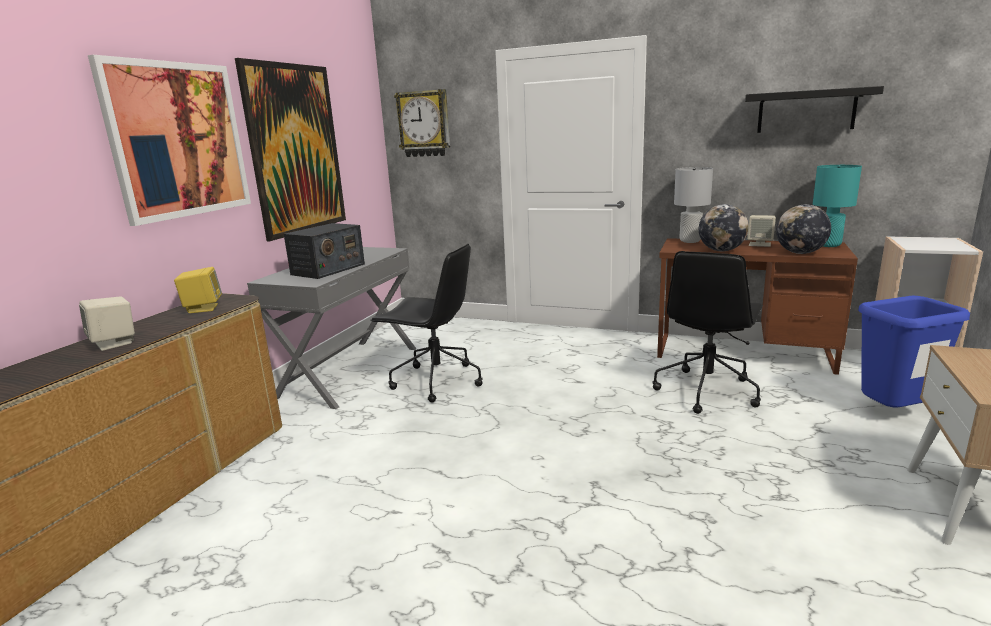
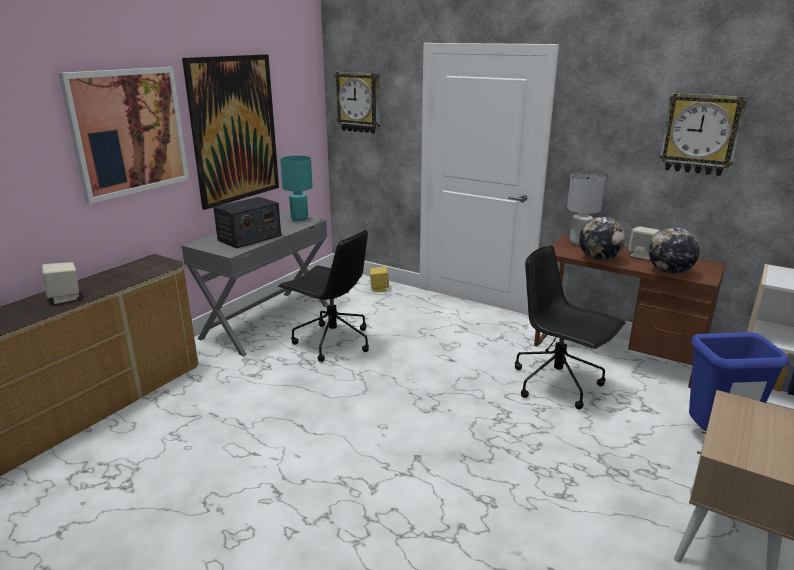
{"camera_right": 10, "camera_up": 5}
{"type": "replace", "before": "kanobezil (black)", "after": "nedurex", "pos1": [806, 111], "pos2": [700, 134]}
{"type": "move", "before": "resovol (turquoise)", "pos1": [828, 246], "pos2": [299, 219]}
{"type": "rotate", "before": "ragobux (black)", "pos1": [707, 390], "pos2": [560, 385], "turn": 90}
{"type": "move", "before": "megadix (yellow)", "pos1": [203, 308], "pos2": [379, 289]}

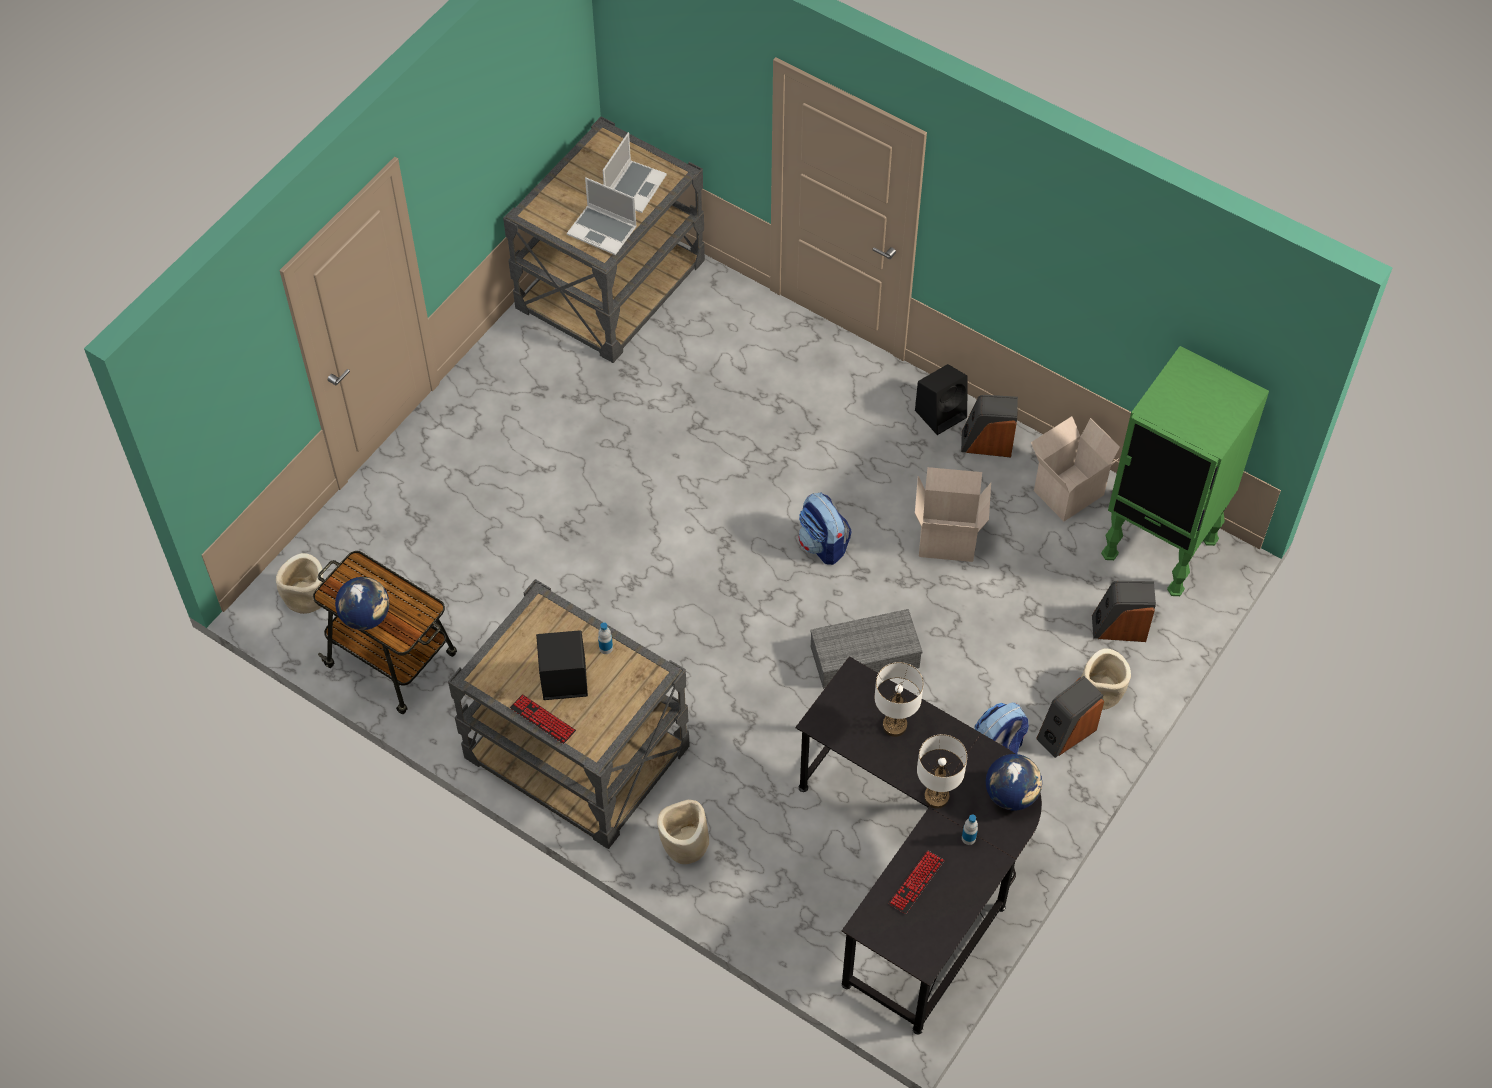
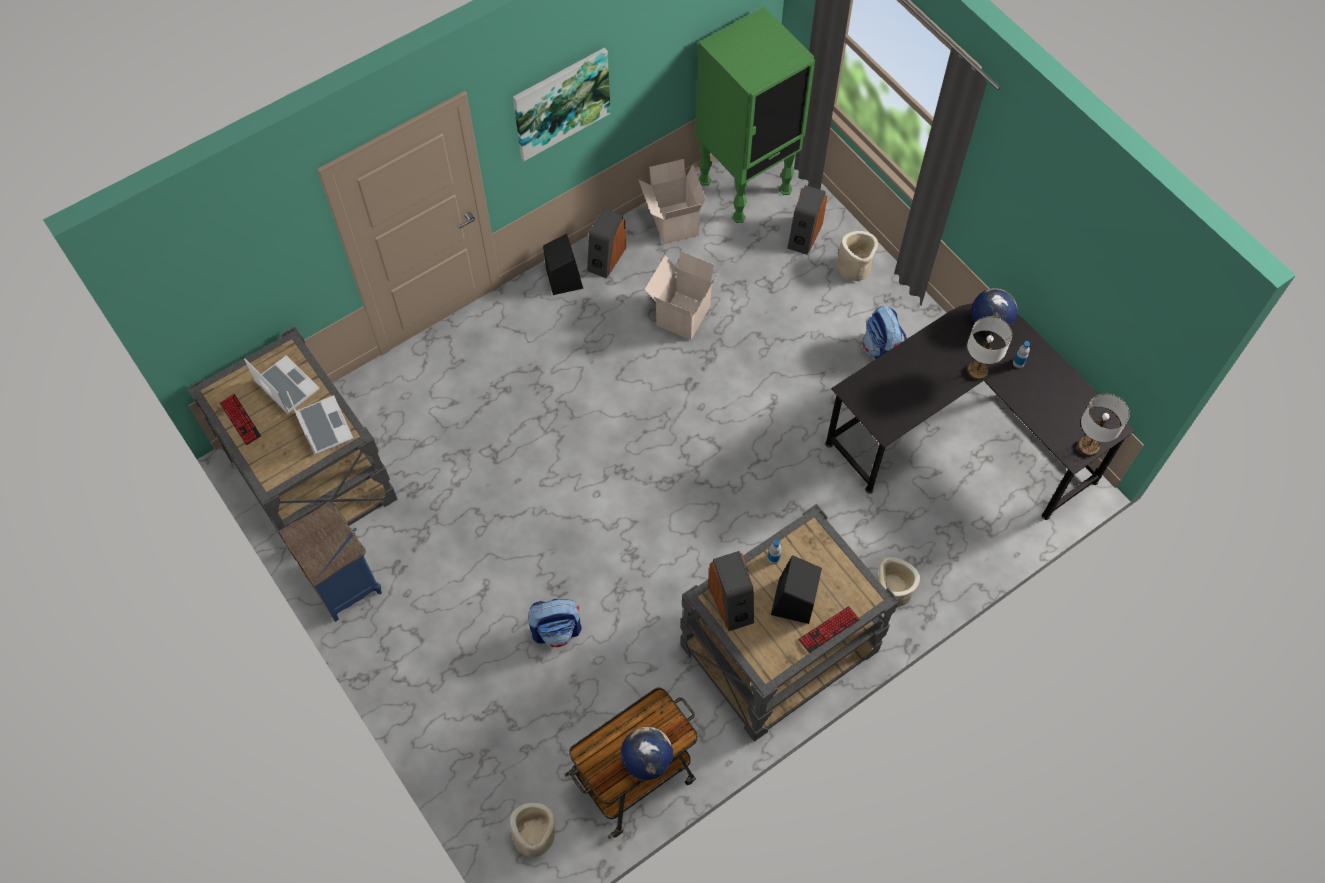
{"camera_right": -70, "camera_up": 5}
{"type": "rotate", "before": "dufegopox", "pos1": [603, 231], "pos2": [323, 426], "turn": -75}
{"type": "move", "before": "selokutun", "pos1": [823, 545], "pos2": [557, 630]}
{"type": "delete", "before": "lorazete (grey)", "pos1": [866, 656]}
{"type": "move", "before": "resovol", "pos1": [894, 725], "pos2": [1087, 447]}
{"type": "move", "before": "megadix", "pos1": [1066, 733], "pos2": [732, 603]}
{"type": "move", "before": "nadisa", "pos1": [916, 882], "pos2": [240, 420]}
{"type": "insert", "after": "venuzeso", "pos2": [561, 103]}
{"type": "insert", "after": "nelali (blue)", "pos2": [344, 582]}

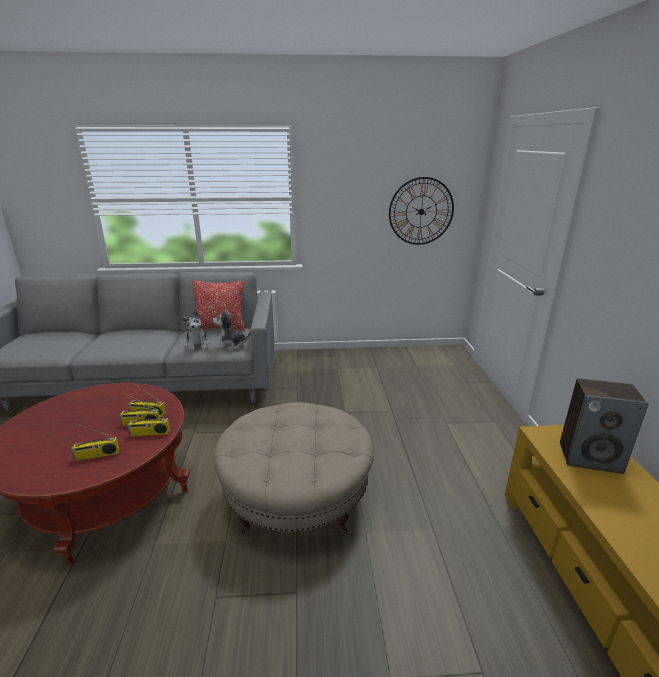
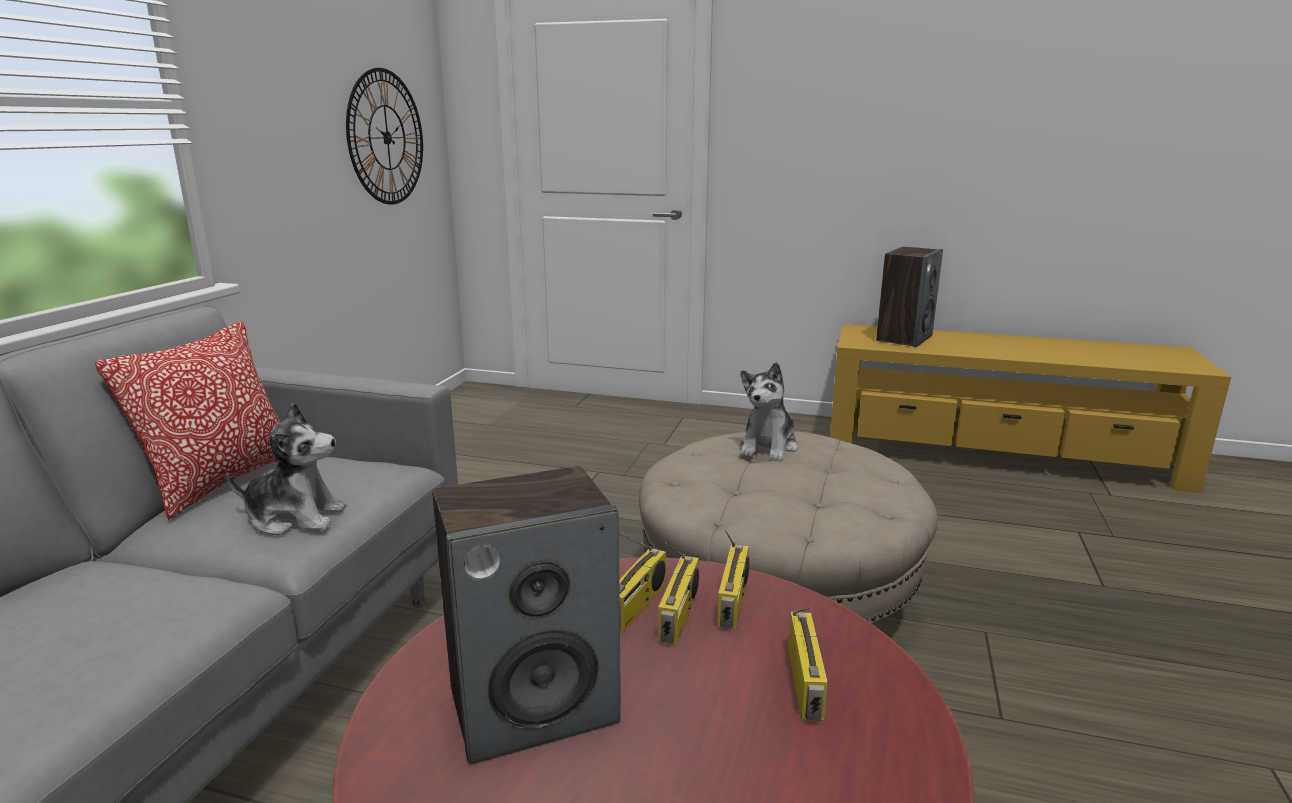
{"camera_right": -70, "camera_up": -5}
{"type": "move", "before": "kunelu", "pos1": [231, 345], "pos2": [768, 447]}
{"type": "insert", "after": "megadix", "pos2": [534, 706]}

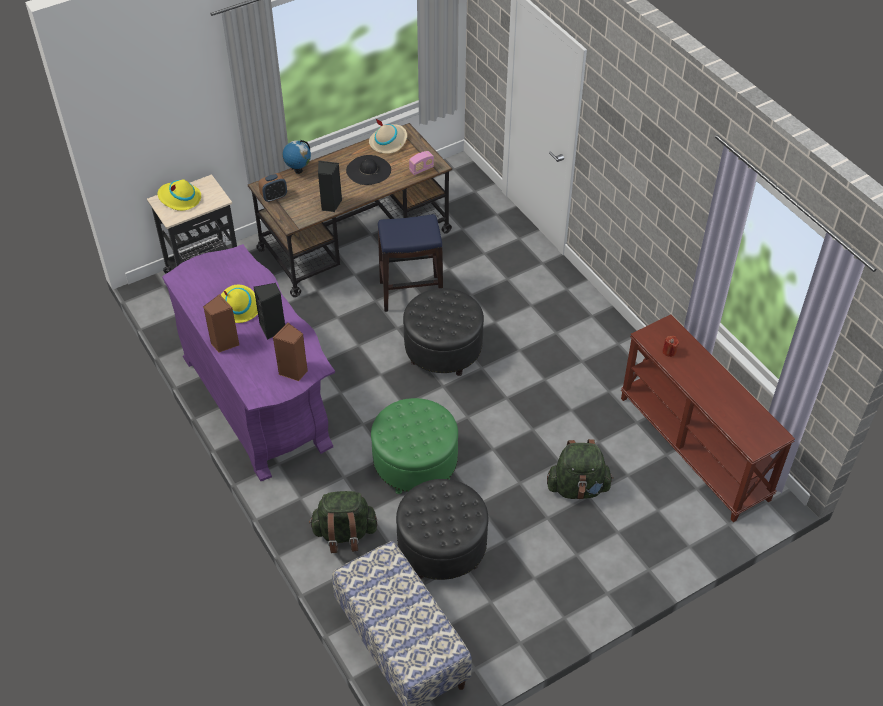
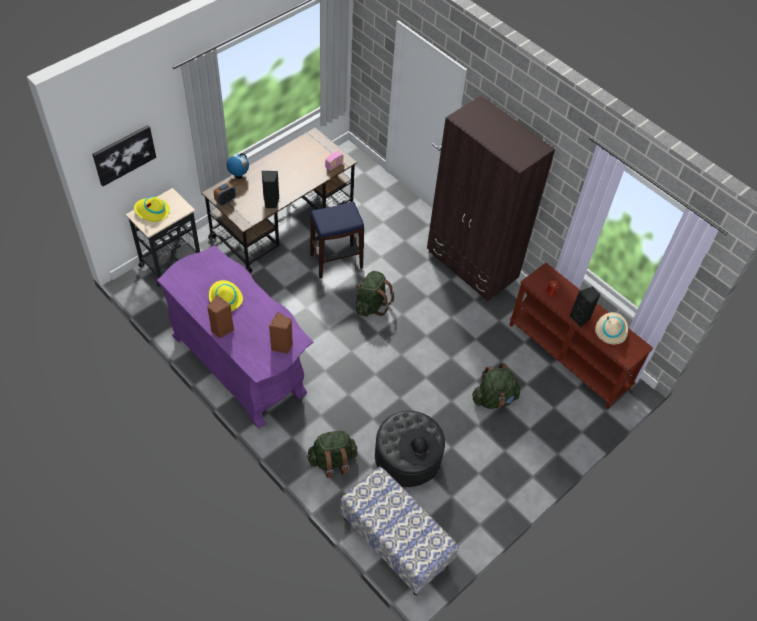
{"camera_right": -15, "camera_up": 5}
{"type": "move", "before": "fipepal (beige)", "pos1": [388, 141], "pos2": [611, 330]}
{"type": "move", "before": "fipepal (black)", "pos1": [368, 170], "pos2": [418, 447]}
{"type": "move", "before": "megadix (black)", "pos1": [273, 329], "pos2": [580, 318]}
{"type": "replace", "before": "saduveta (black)", "after": "selokutun (green)", "pos1": [443, 351], "pos2": [371, 305]}
{"type": "delete", "before": "saduveta (green)", "pos1": [415, 465]}
{"type": "insert", "after": "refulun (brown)", "pos2": [471, 266]}
{"type": "insert", "after": "venuzeso", "pos2": [124, 154]}

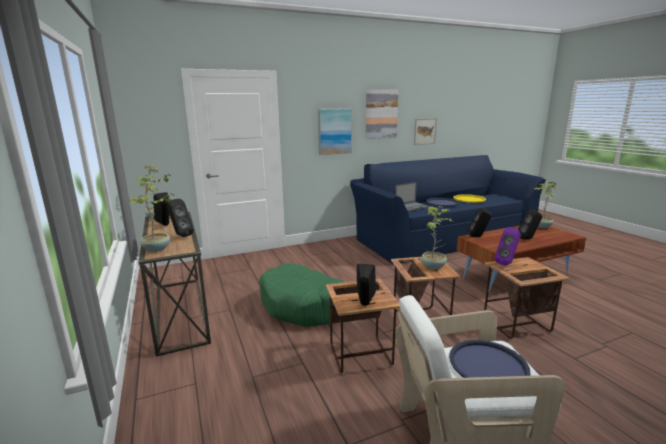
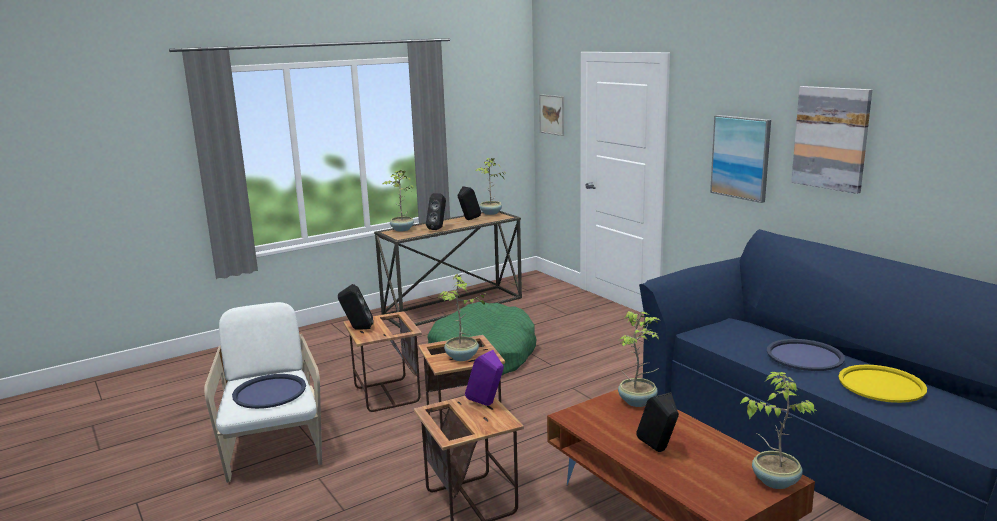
{"camera_right": 80, "camera_up": 0}
{"type": "move", "before": "venuzeso", "pos1": [424, 131], "pos2": [552, 114]}
{"type": "delete", "before": "dufegopox", "pos1": [412, 206]}
{"type": "replace", "before": "megadix (black)", "after": "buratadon", "pos1": [478, 236], "pos2": [638, 402]}

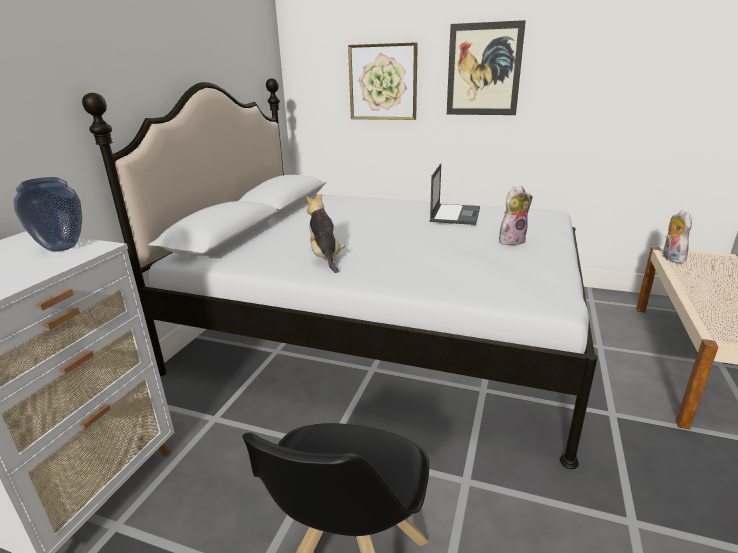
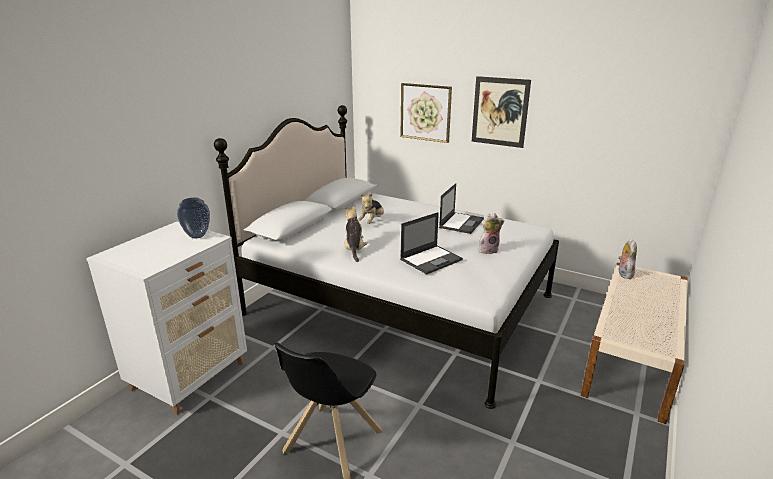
{"camera_right": 10, "camera_up": 0}
{"type": "insert", "after": "kunelu", "pos2": [372, 221]}
{"type": "insert", "after": "dufegopox", "pos2": [431, 259]}

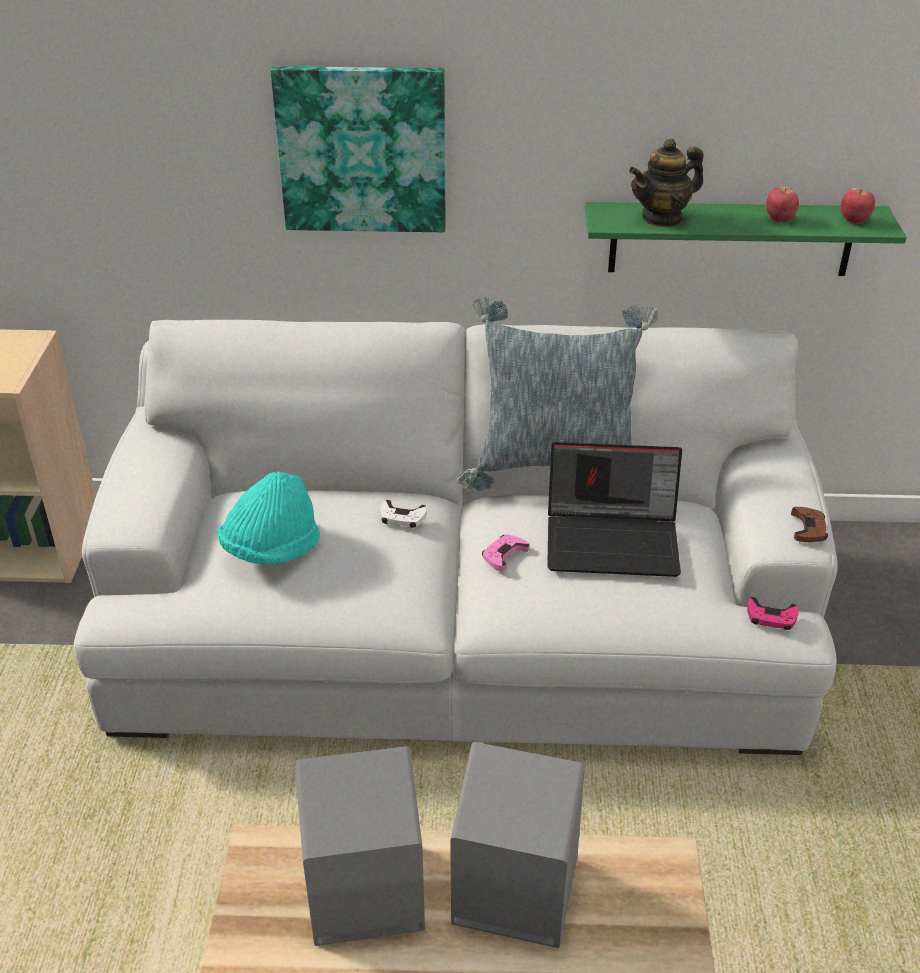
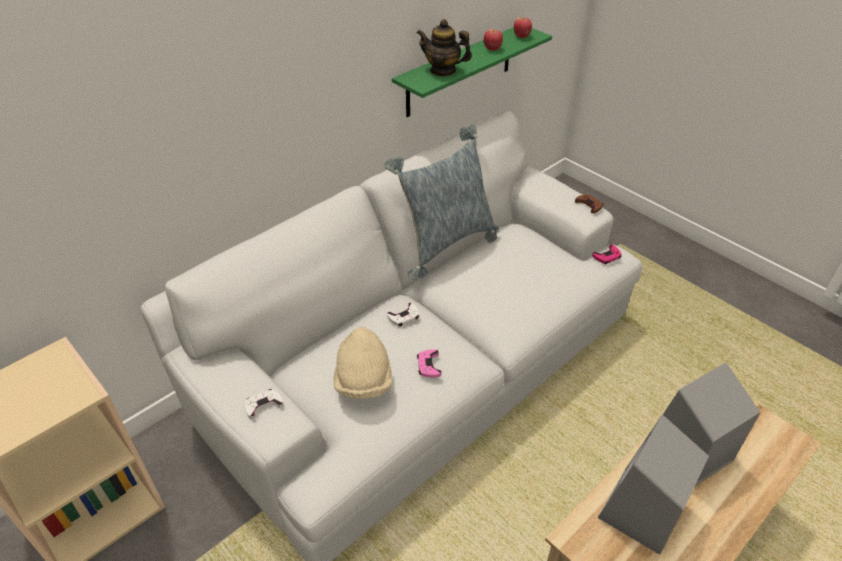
{"camera_right": -45, "camera_up": 5}
{"type": "delete", "before": "venuzeso", "pos1": [362, 149]}
{"type": "rotate", "before": "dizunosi", "pos1": [662, 218], "pos2": [443, 70], "turn": 90}
{"type": "delete", "before": "dufegopox", "pos1": [614, 540]}
{"type": "recolor", "before": "fipepal (turquoise)", "after": "fipepal (beige)", "pos1": [271, 549], "pos2": [363, 382]}
{"type": "move", "before": "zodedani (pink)", "pos1": [504, 555], "pos2": [428, 365]}
{"type": "insert", "after": "zodedani (white)", "pos2": [263, 405]}

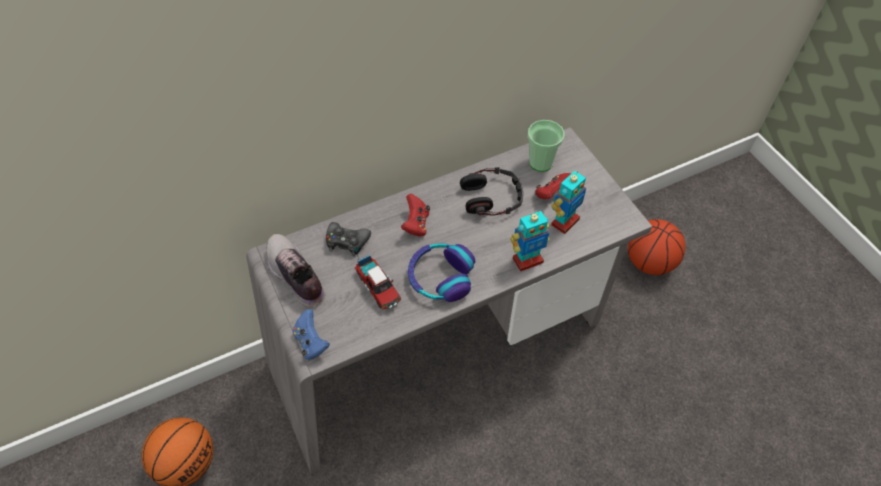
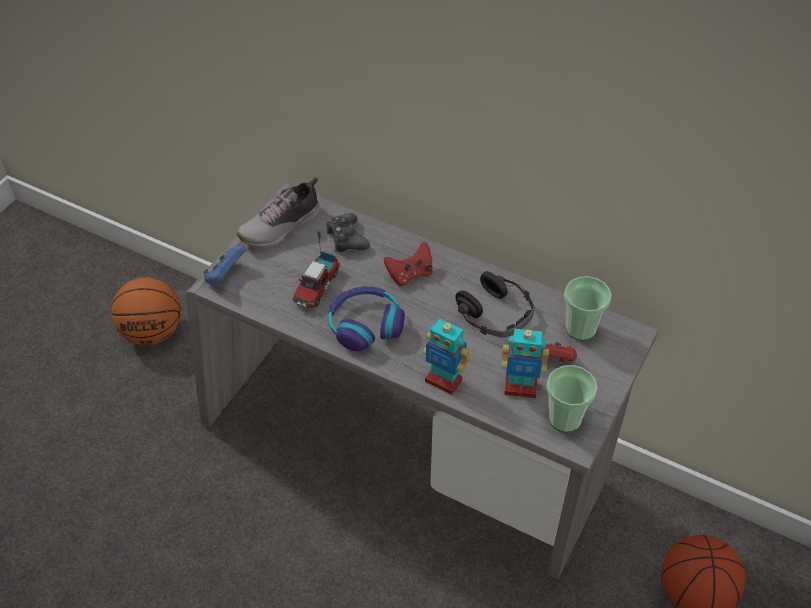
{"camera_right": 55, "camera_up": -5}
{"type": "rotate", "before": "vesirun", "pos1": [295, 276], "pos2": [282, 227], "turn": -150}
{"type": "insert", "after": "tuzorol", "pos2": [565, 419]}

